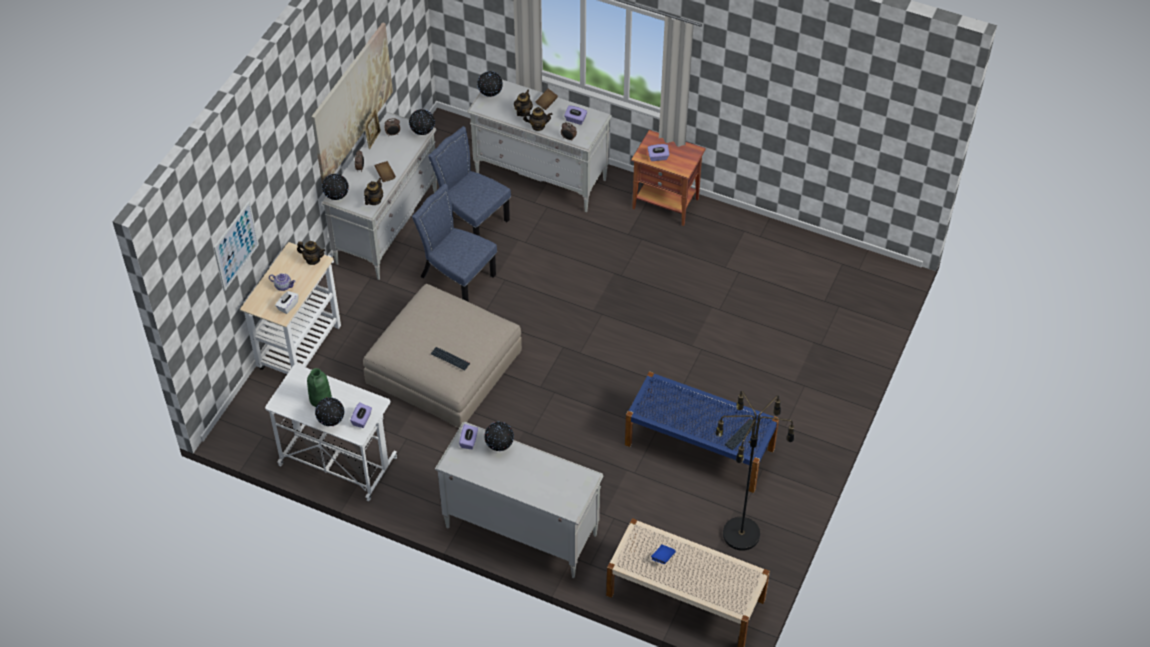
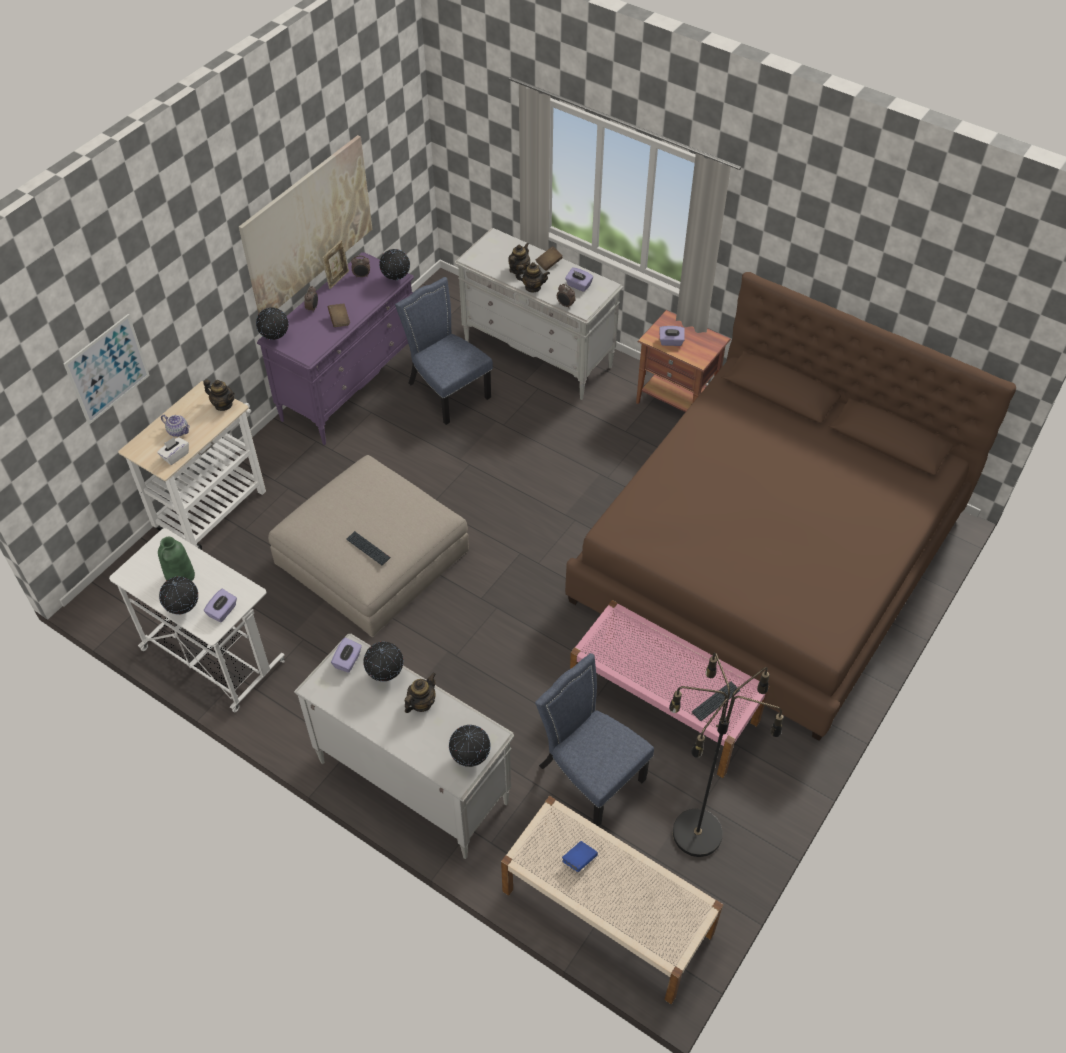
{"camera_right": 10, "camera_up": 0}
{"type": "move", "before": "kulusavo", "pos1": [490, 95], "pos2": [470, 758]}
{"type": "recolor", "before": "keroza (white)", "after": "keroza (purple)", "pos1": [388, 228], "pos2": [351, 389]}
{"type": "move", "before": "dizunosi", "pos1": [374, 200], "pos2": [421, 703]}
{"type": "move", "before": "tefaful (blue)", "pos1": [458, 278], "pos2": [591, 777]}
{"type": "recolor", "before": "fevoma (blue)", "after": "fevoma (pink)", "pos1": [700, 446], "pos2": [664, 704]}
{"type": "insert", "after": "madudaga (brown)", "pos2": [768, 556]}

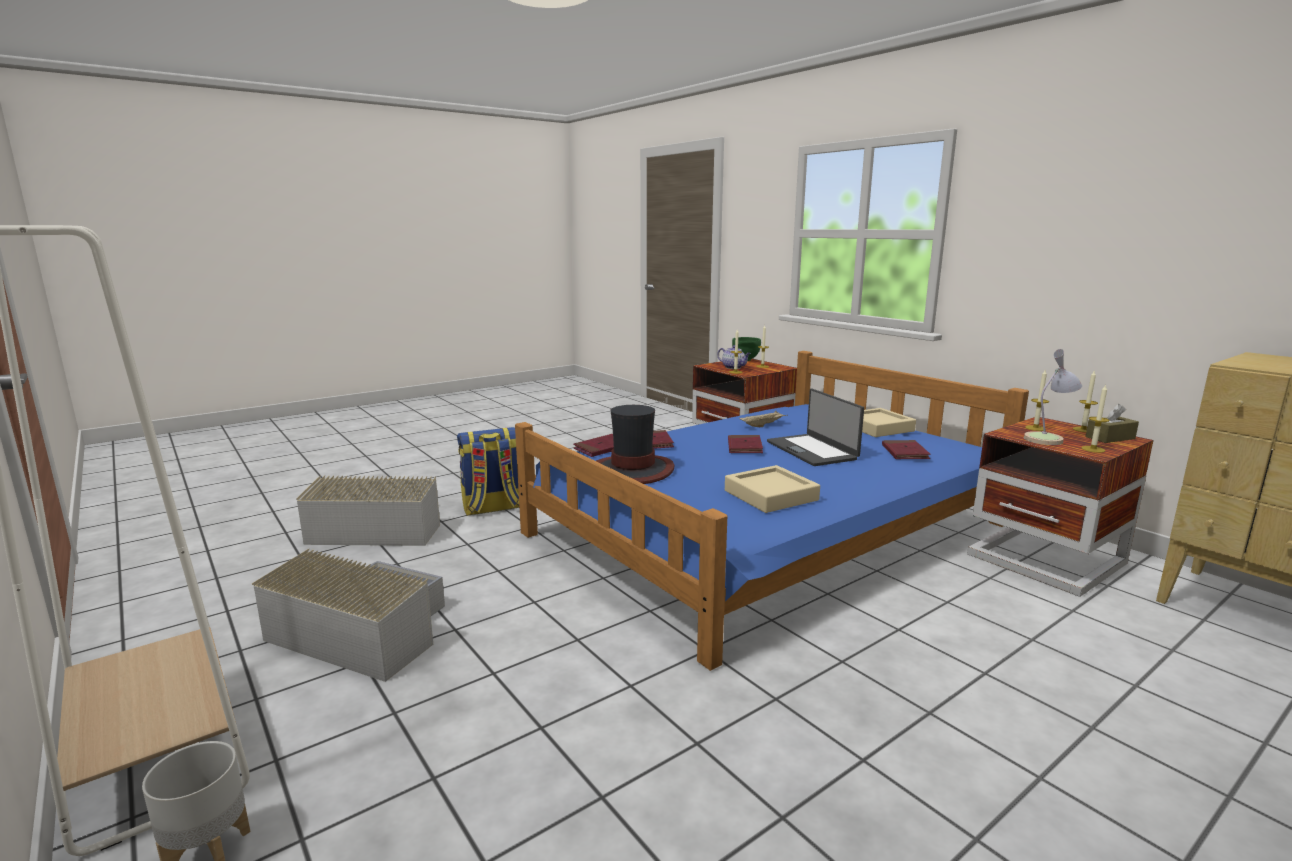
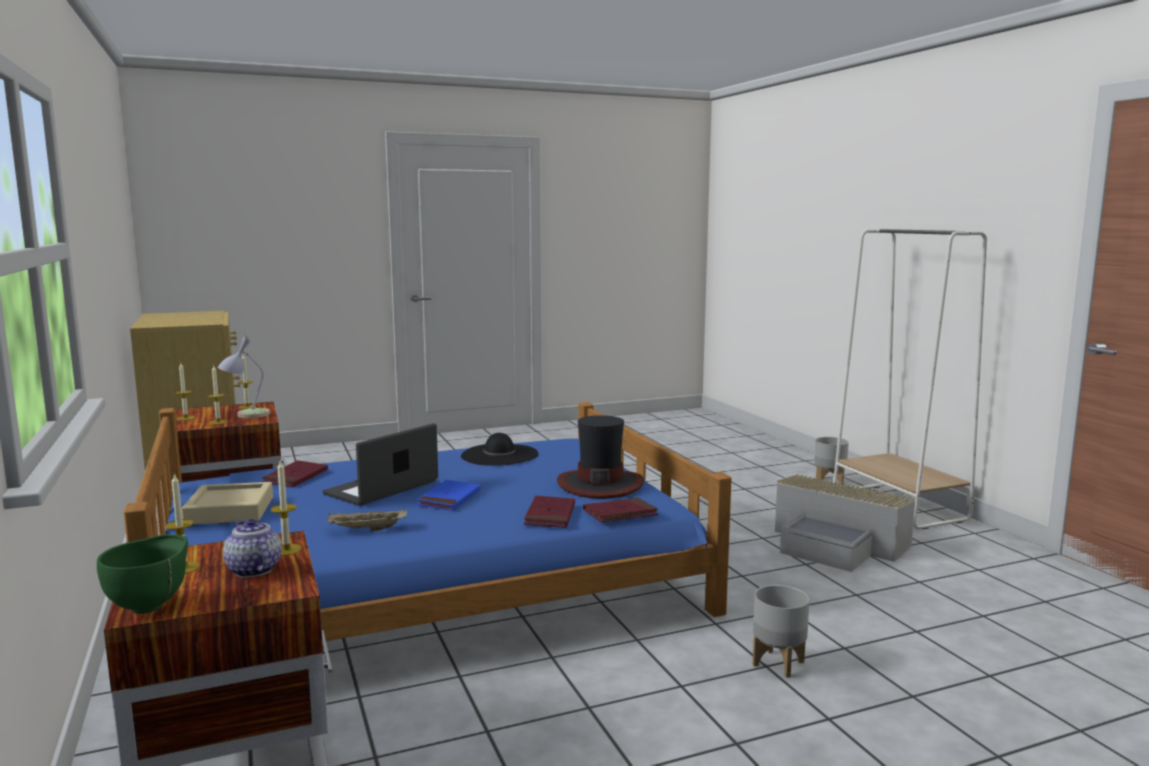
{"camera_right": -165, "camera_up": -5}
{"type": "rotate", "before": "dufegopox", "pos1": [812, 450], "pos2": [382, 488], "turn": -135}
{"type": "delete", "before": "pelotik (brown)", "pos1": [1110, 438]}
{"type": "replace", "before": "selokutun", "after": "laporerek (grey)", "pos1": [492, 508], "pos2": [778, 663]}
{"type": "recolor", "before": "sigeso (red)", "after": "sigeso (blue)", "pos1": [744, 447], "pos2": [449, 499]}
{"type": "replace", "before": "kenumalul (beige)", "after": "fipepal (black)", "pos1": [771, 495], "pos2": [499, 455]}
{"type": "delete", "before": "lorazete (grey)", "pos1": [377, 528]}

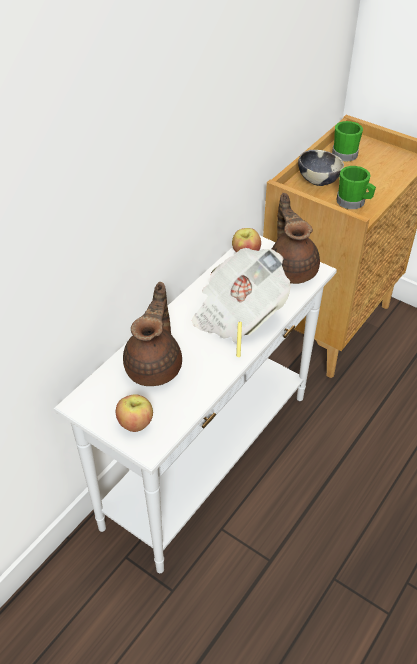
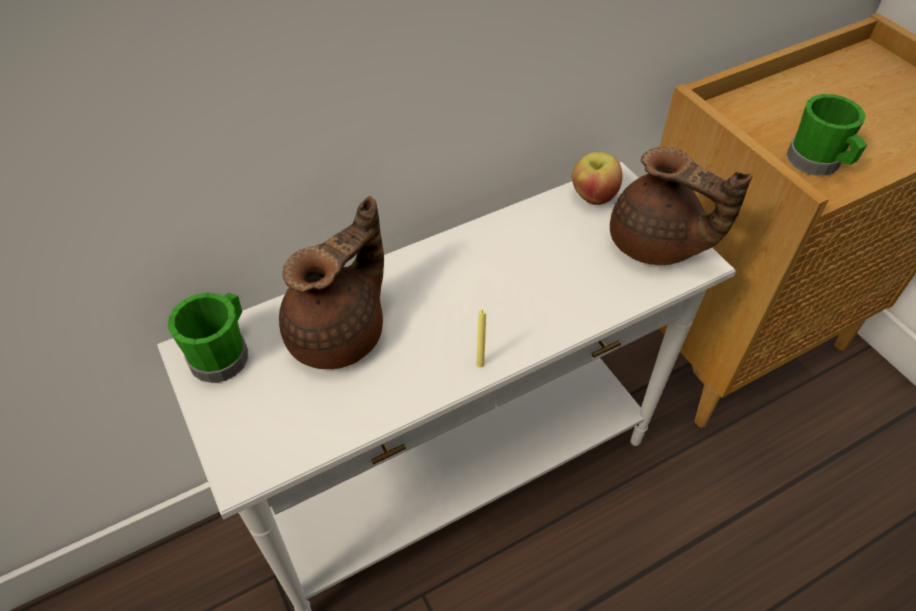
{"camera_right": 25, "camera_up": 5}
{"type": "move", "before": "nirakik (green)", "pos1": [344, 153], "pos2": [223, 353]}
{"type": "delete", "before": "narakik", "pos1": [318, 181]}
{"type": "rotate", "before": "dizunosi (brown)", "pos1": [292, 269], "pos2": [656, 245], "turn": 120}
{"type": "delete", "before": "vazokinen", "pos1": [238, 313]}
{"type": "delete", "before": "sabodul", "pos1": [135, 423]}

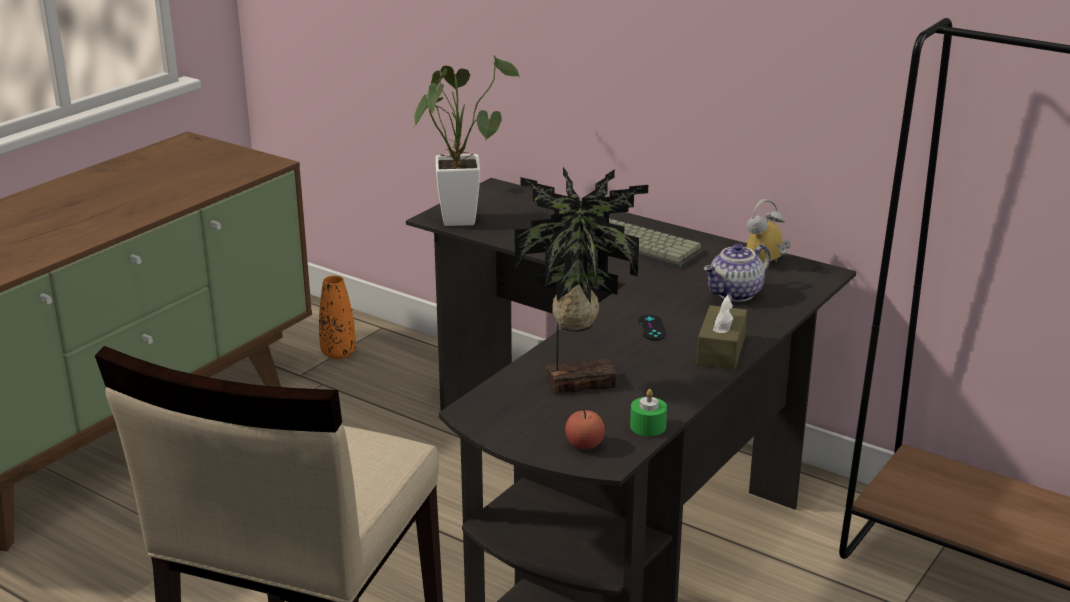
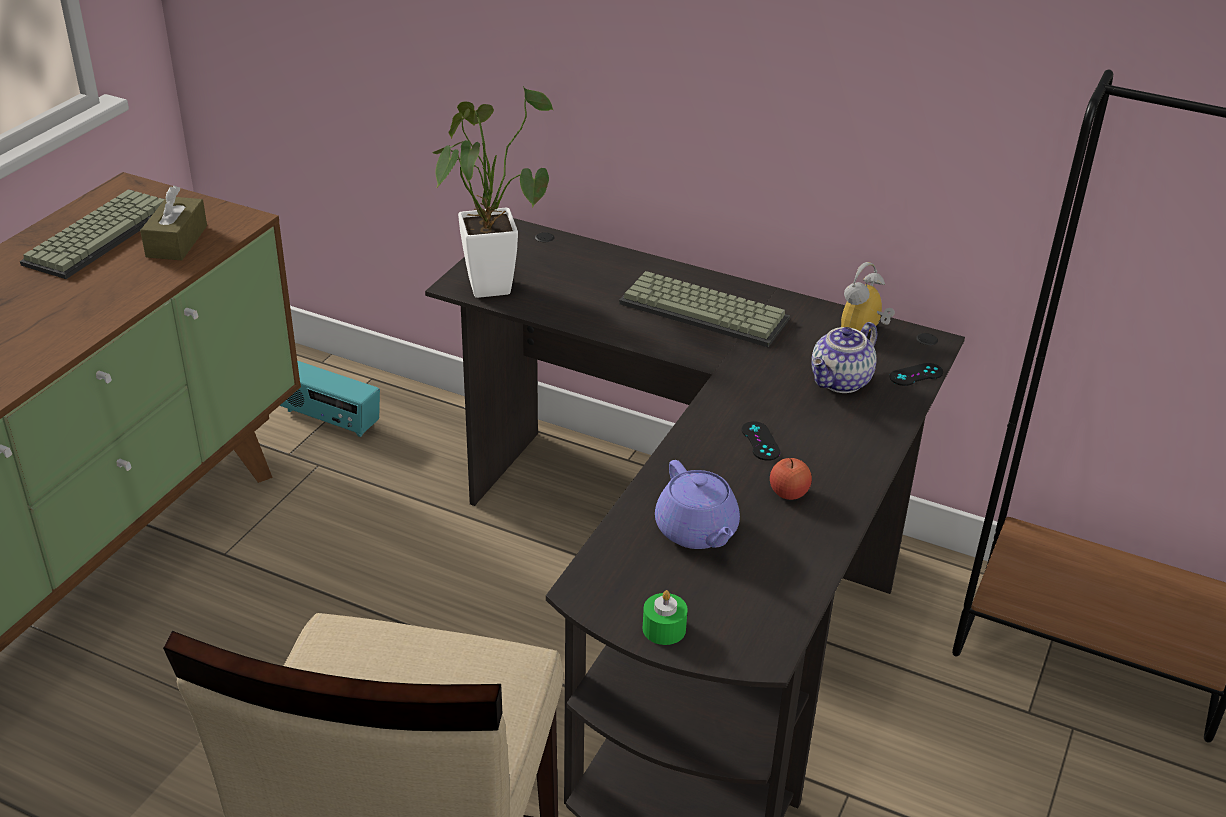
{"camera_right": -10, "camera_up": 10}
{"type": "replace", "before": "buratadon", "after": "dizunosi (purple)", "pos1": [578, 381], "pos2": [697, 531]}
{"type": "replace", "before": "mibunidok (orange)", "after": "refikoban", "pos1": [338, 353], "pos2": [328, 419]}
{"type": "move", "before": "pelotik (brown)", "pos1": [721, 350], "pos2": [177, 241]}
{"type": "move", "before": "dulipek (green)", "pos1": [648, 426], "pos2": [664, 629]}
{"type": "move", "before": "sabodul", "pos1": [584, 444], "pos2": [788, 493]}
{"type": "insert", "after": "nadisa", "pos2": [99, 234]}
{"type": "insert", "after": "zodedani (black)", "pos2": [916, 375]}

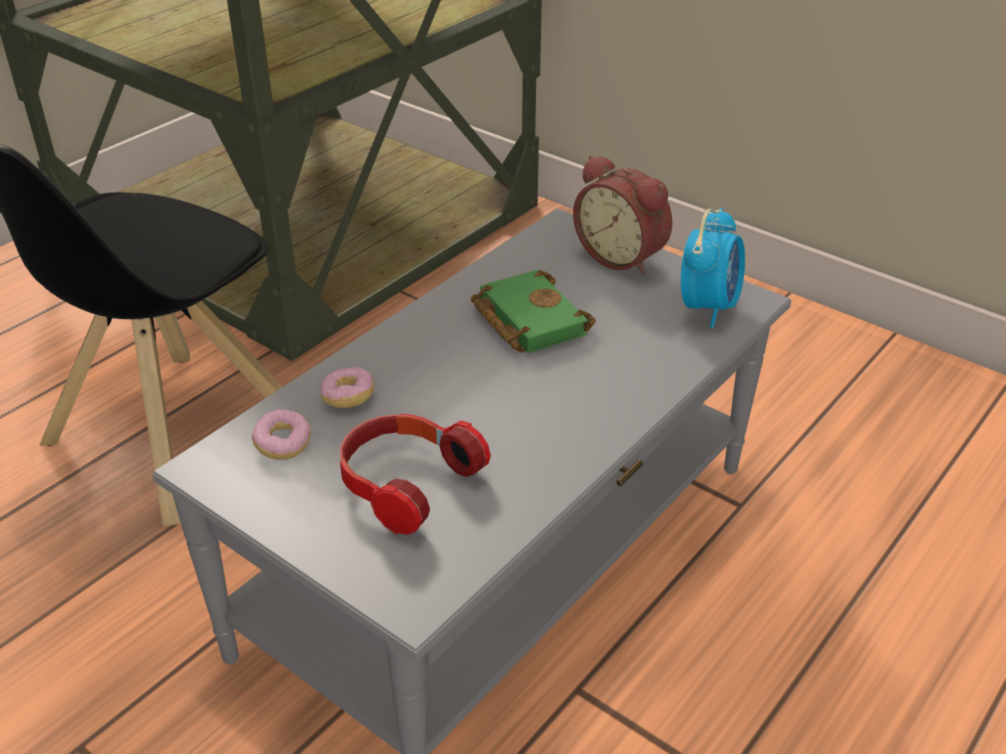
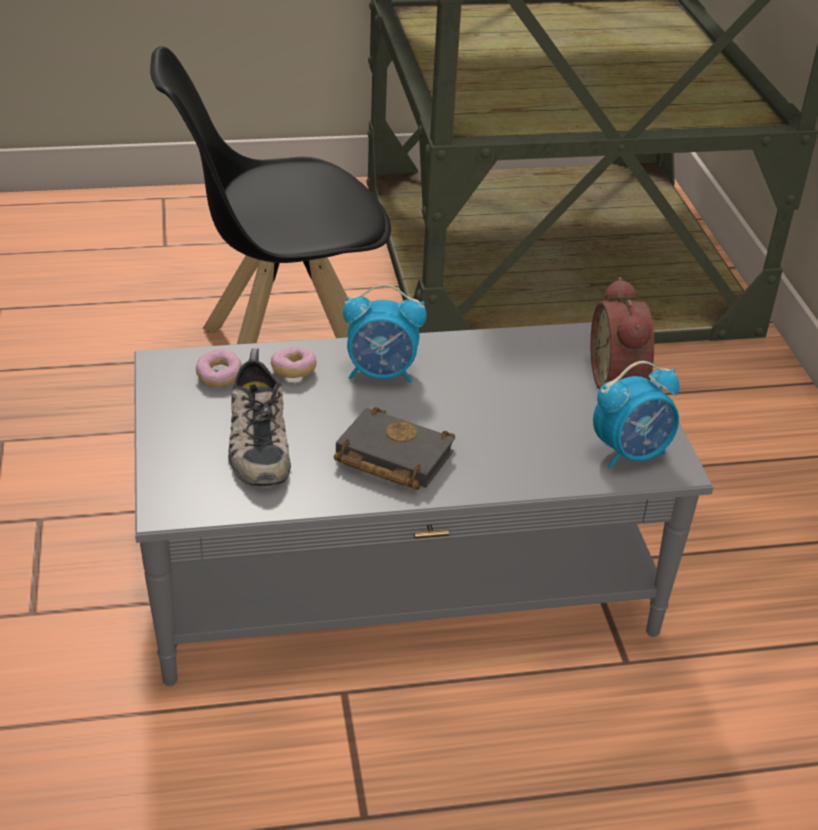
{"camera_right": 40, "camera_up": 0}
{"type": "delete", "before": "sigeso (green)", "pos1": [526, 319]}
{"type": "replace", "before": "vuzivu", "after": "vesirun", "pos1": [405, 482], "pos2": [255, 440]}
{"type": "insert", "after": "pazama", "pos2": [382, 373]}
{"type": "insert", "after": "sigeso (black)", "pos2": [389, 457]}

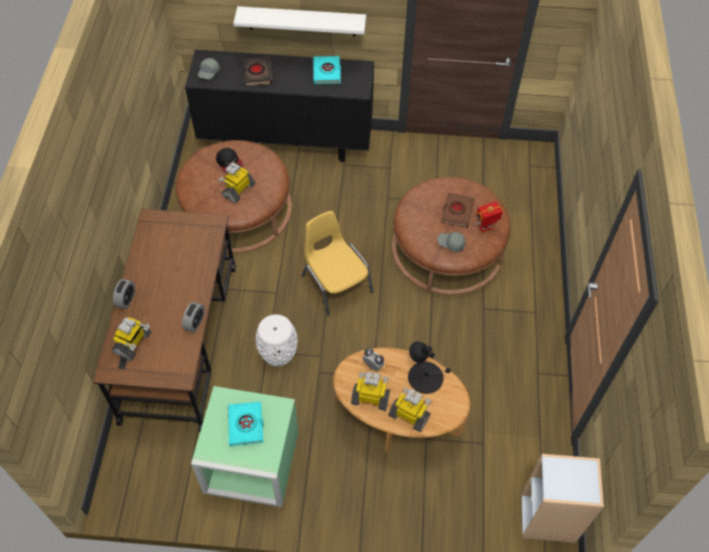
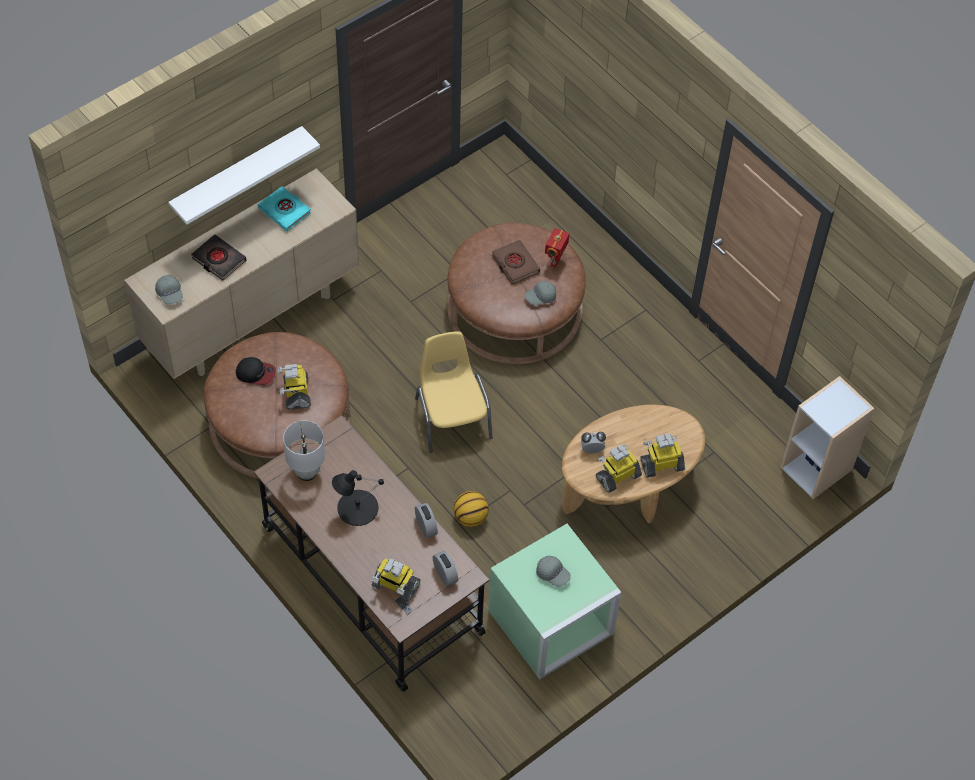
{"camera_right": -45, "camera_up": 0}
{"type": "recolor", "before": "keroza (black)", "after": "keroza (beige)", "pos1": [286, 143], "pos2": [251, 319]}
{"type": "rotate", "before": "tefaful (yellow)", "pos1": [336, 283], "pos2": [452, 417], "turn": 60}
{"type": "move", "before": "pazama", "pos1": [126, 299], "pos2": [445, 574]}
{"type": "replace", "before": "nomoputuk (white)", "after": "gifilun", "pos1": [278, 353], "pos2": [470, 517]}
{"type": "rotate", "before": "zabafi", "pos1": [133, 344], "pos2": [395, 586], "turn": 135}
{"type": "move", "before": "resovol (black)", "pos1": [425, 377], "pos2": [357, 507]}
{"type": "replace", "before": "sigeso (turquoise)", "after": "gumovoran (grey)", "pos1": [246, 425], "pos2": [553, 574]}
{"type": "insert", "after": "resovol (white)", "pos2": [306, 472]}

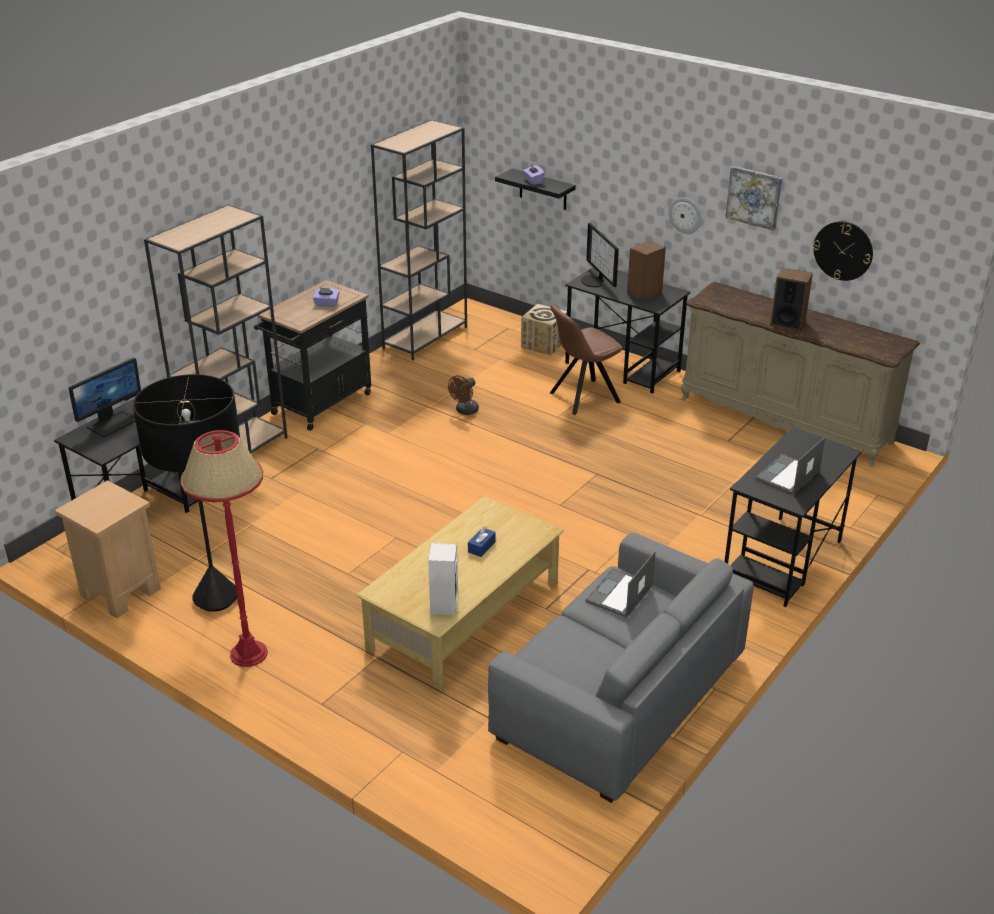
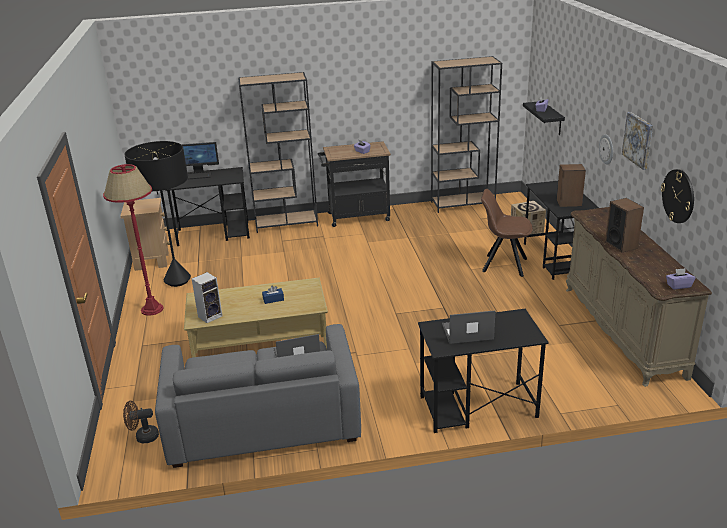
{"camera_right": 45, "camera_up": -5}
{"type": "delete", "before": "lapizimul", "pos1": [594, 281]}
{"type": "move", "before": "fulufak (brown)", "pos1": [465, 411], "pos2": [143, 437]}
{"type": "insert", "after": "pelotik (purple)", "pos2": [678, 285]}

